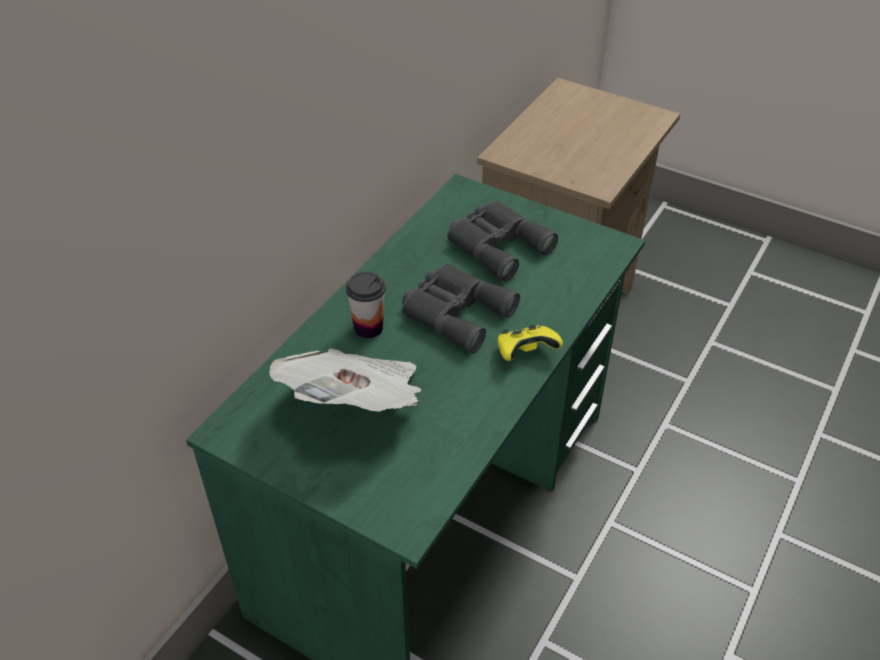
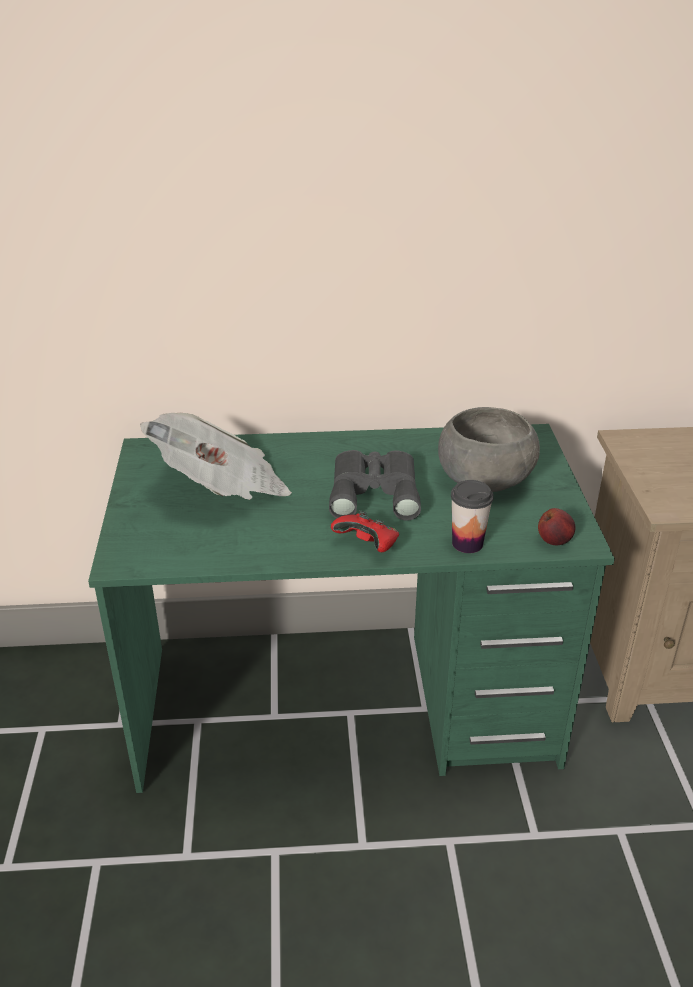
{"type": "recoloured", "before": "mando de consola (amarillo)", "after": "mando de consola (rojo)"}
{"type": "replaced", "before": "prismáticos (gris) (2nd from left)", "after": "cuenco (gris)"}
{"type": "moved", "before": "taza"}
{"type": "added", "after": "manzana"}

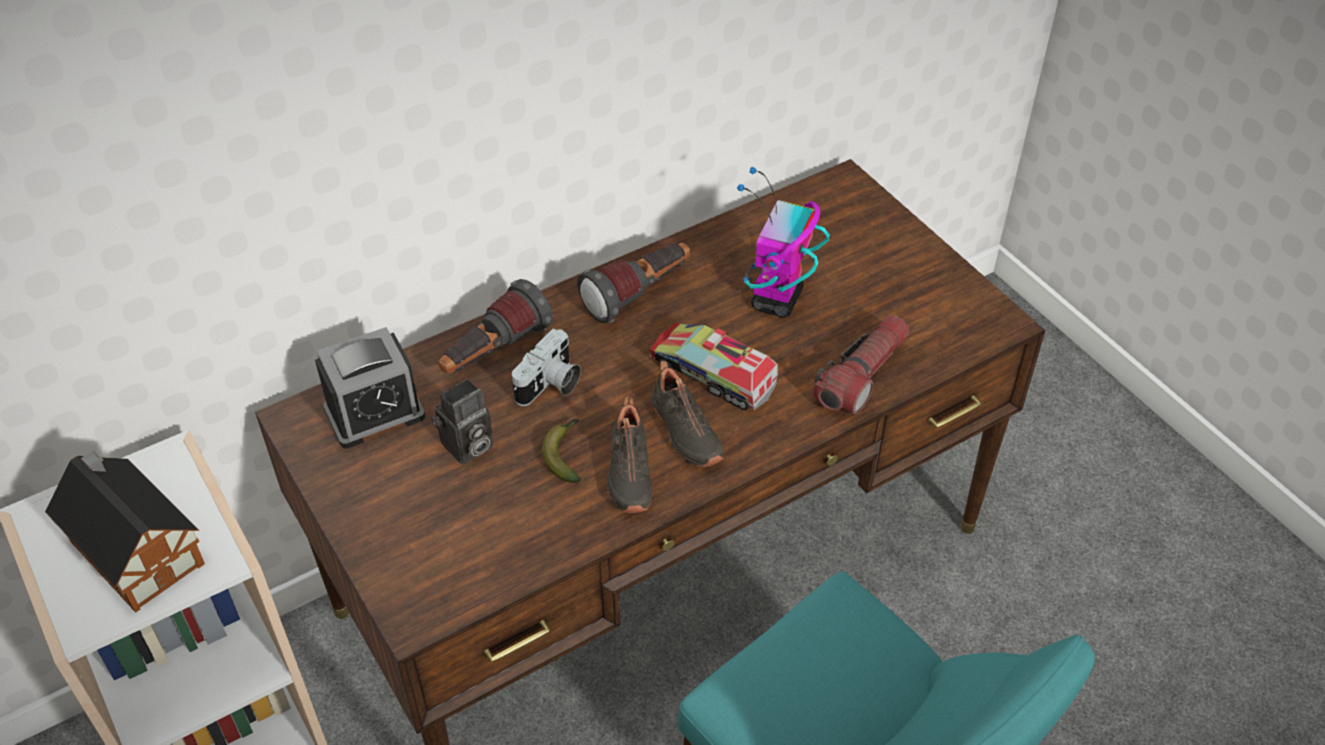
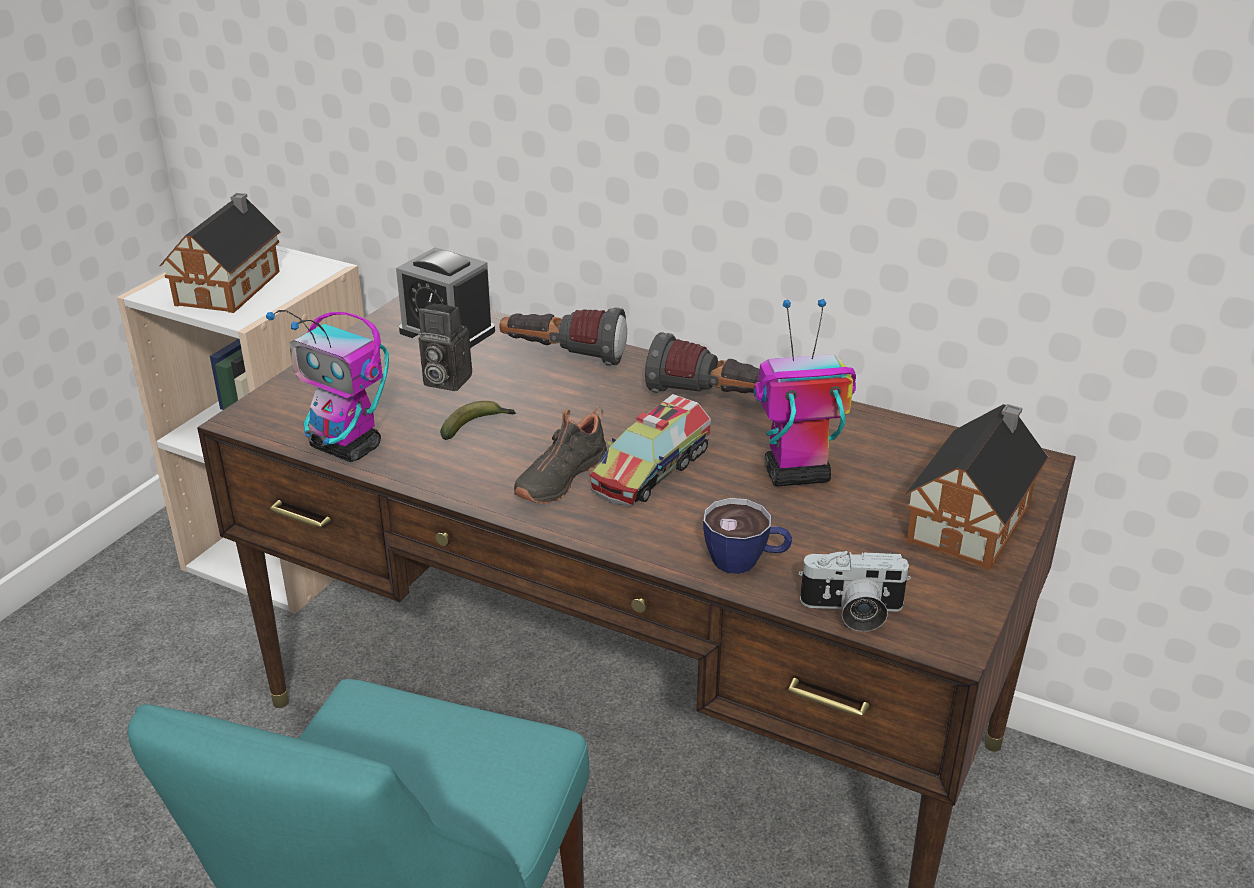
{"type": "added", "after": "robot de juguete (1st from left)"}
{"type": "turned", "before": "camión de juguete", "turn": -150}
{"type": "replaced", "before": "linterna (3rd from left)", "after": "taza"}
{"type": "moved", "before": "cámara (2nd from left)"}
{"type": "added", "after": "casita (2nd from left)"}
{"type": "removed", "before": "zapato (negro) (1st from left)"}

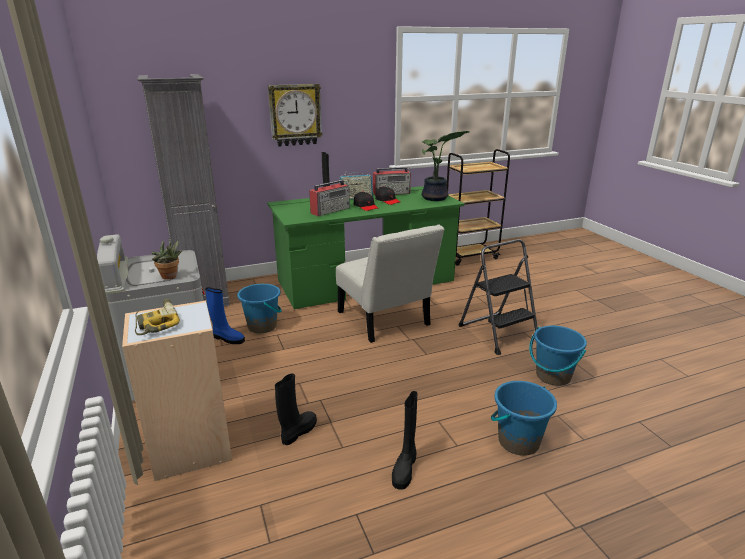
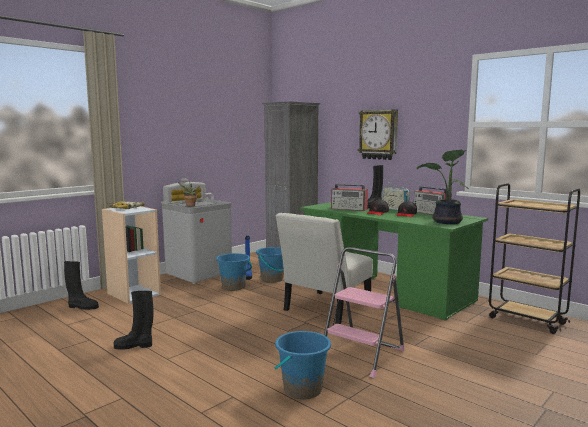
{"type": "moved", "before": "bota (negro) (1st from left)"}
{"type": "moved", "before": "cubo (azul) (2nd from left in the first image)", "after": "cubo (azul) (1st from left)"}
{"type": "recoloured", "before": "escalera de tijera (negro)", "after": "escalera de tijera (rosa)"}

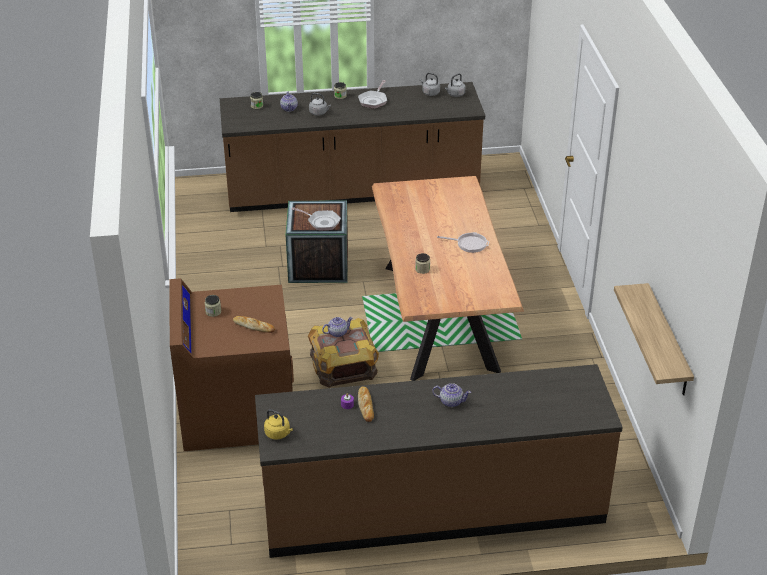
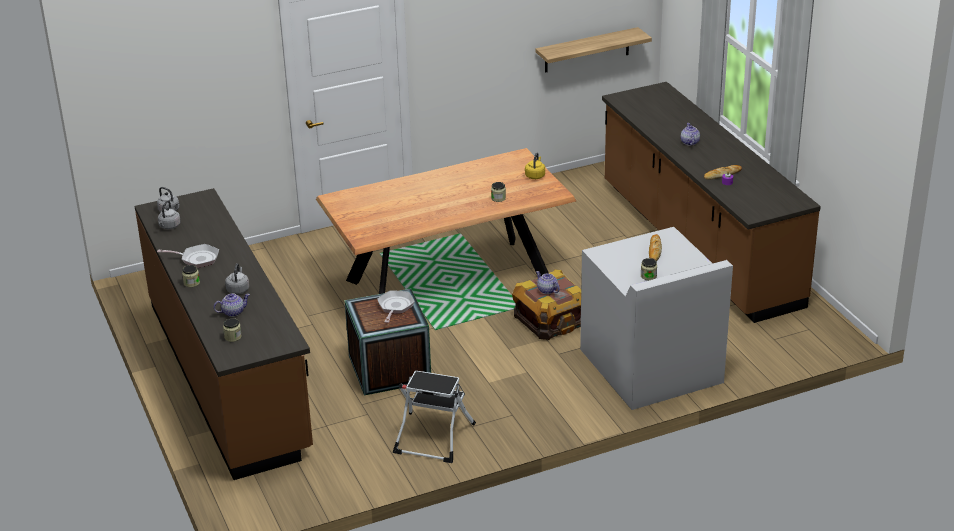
{"type": "added", "after": "escalera de tijera"}
{"type": "moved", "before": "hervidor (amarillo)"}
{"type": "recoloured", "before": "lavadora (marrón)", "after": "lavadora (blanco)"}
{"type": "removed", "before": "sartén (3rd from left)"}

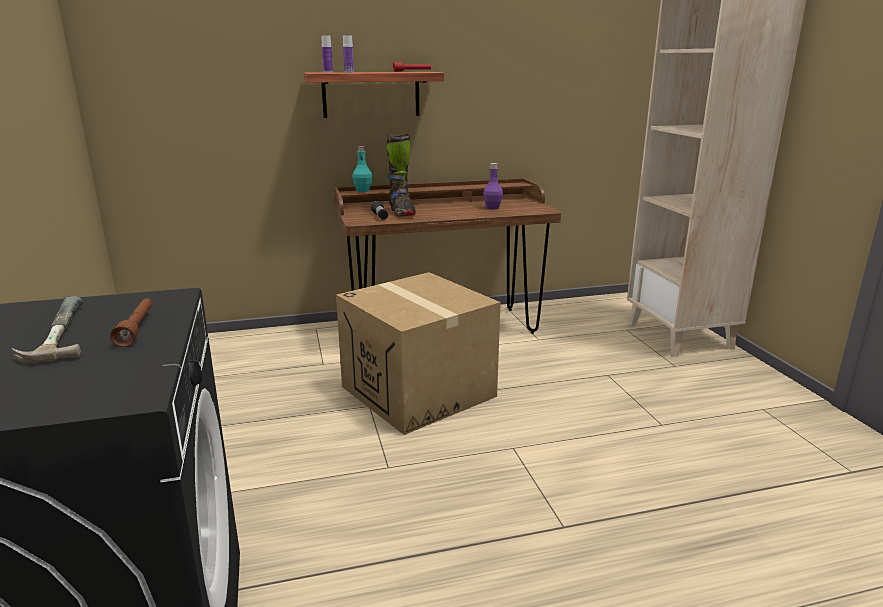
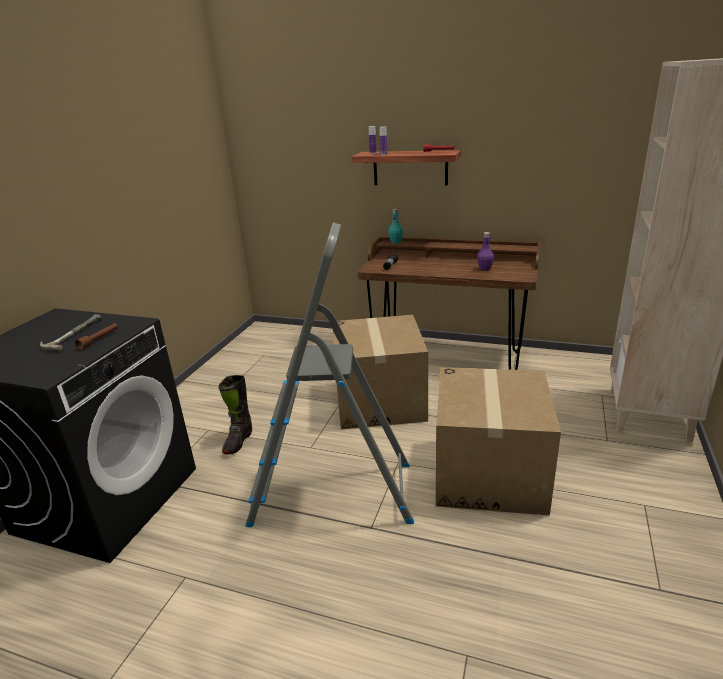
{"type": "moved", "before": "bota (negro)"}
{"type": "added", "after": "escalera de tijera (gris)"}
{"type": "added", "after": "caja de cartón (2nd from left)"}

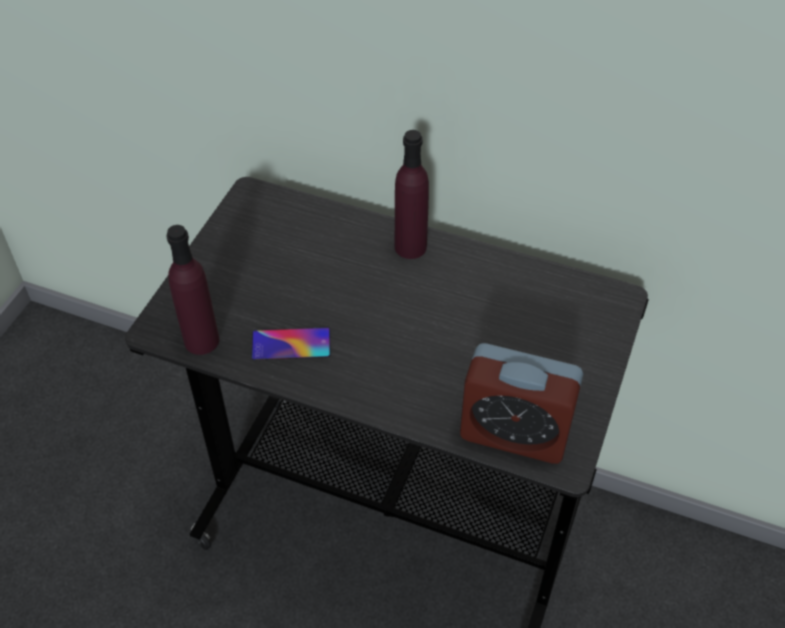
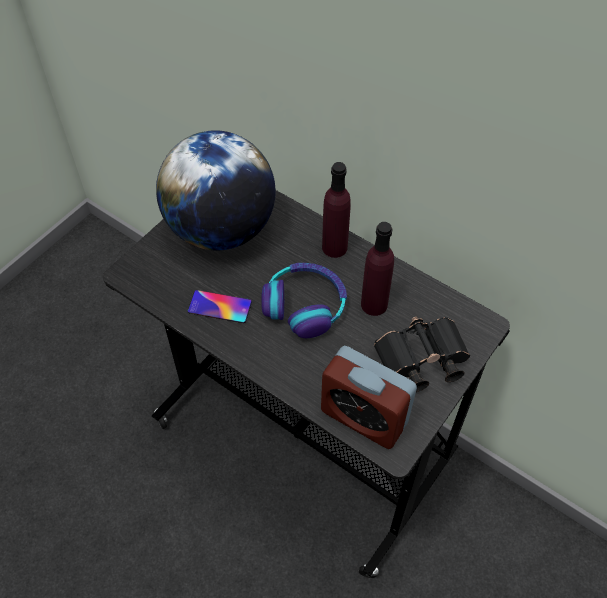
{"type": "added", "after": "globo terráqueo"}
{"type": "added", "after": "auriculares"}
{"type": "moved", "before": "botella (morado) (1st from left in the first image)", "after": "botella (morado) (2nd from left)"}
{"type": "added", "after": "prismáticos (negro)"}

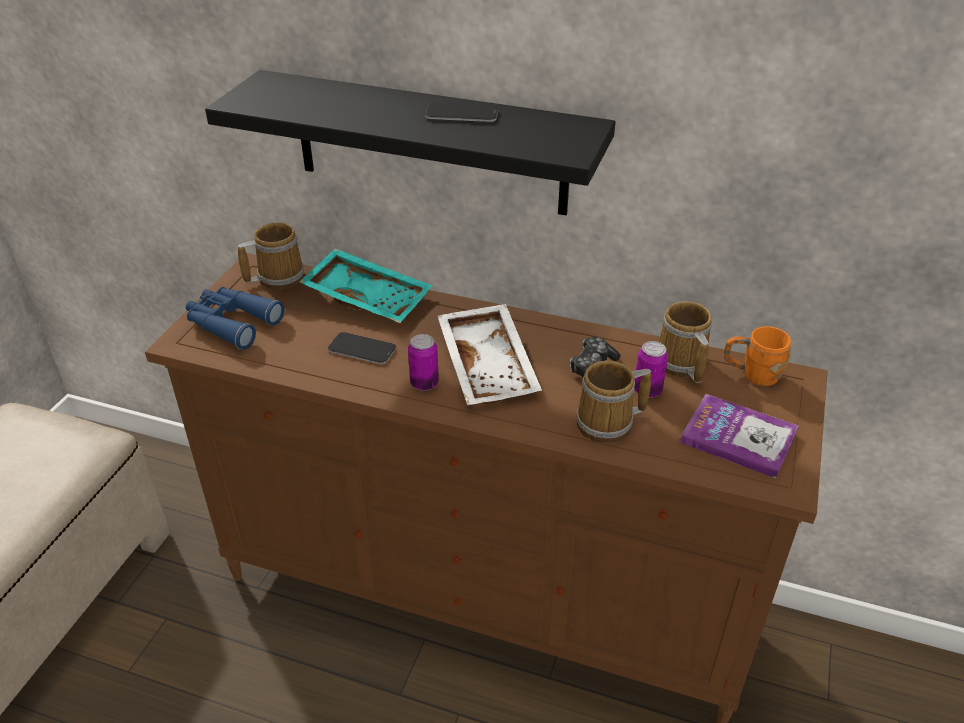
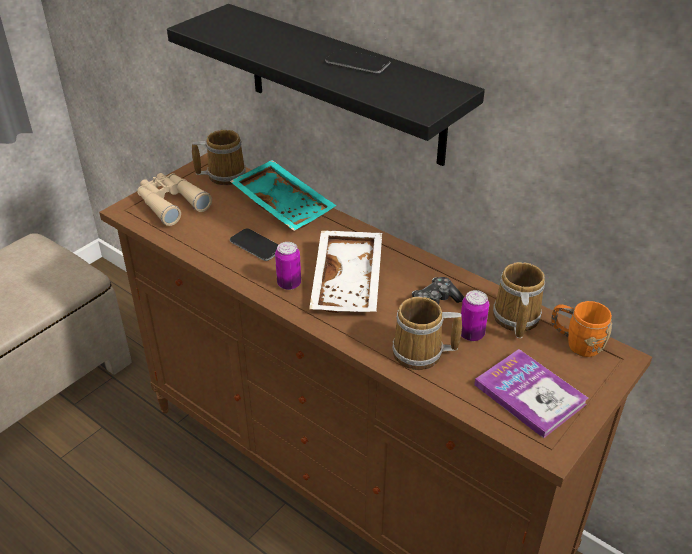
{"type": "recoloured", "before": "prismáticos (azul)", "after": "prismáticos (beis)"}

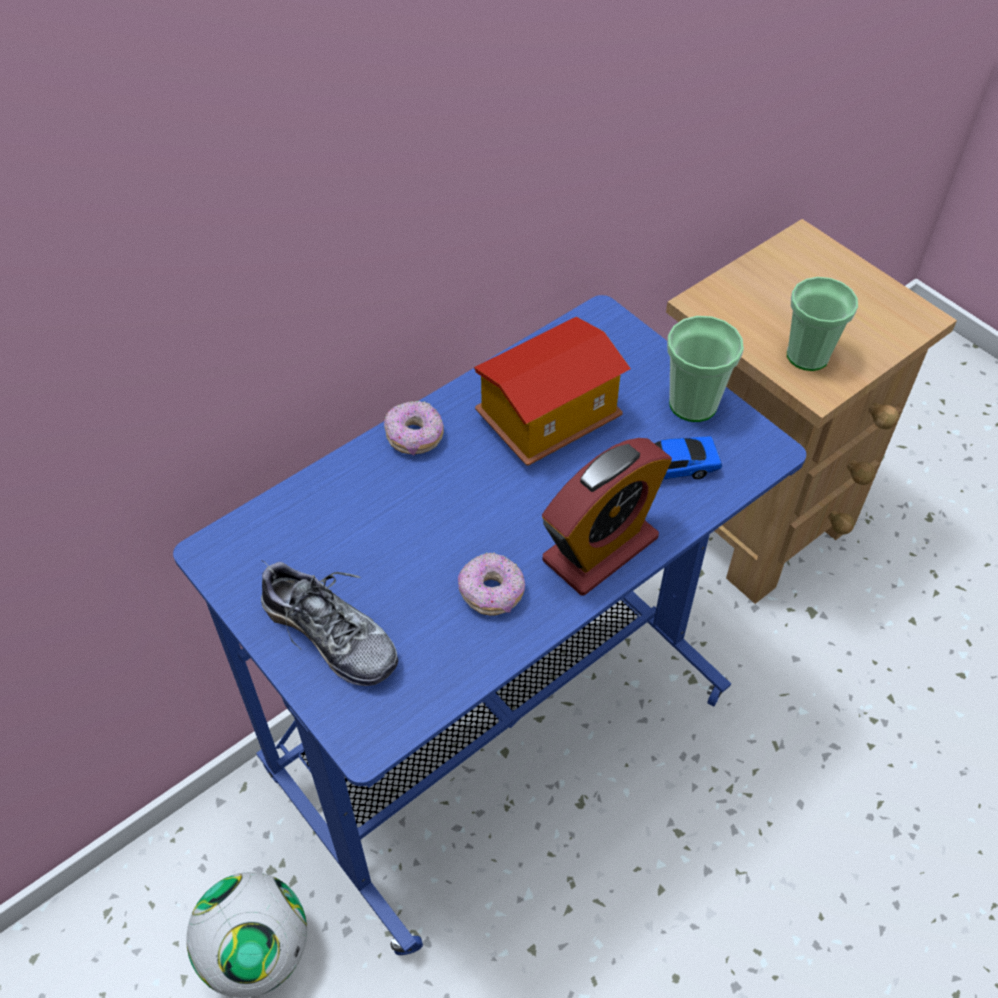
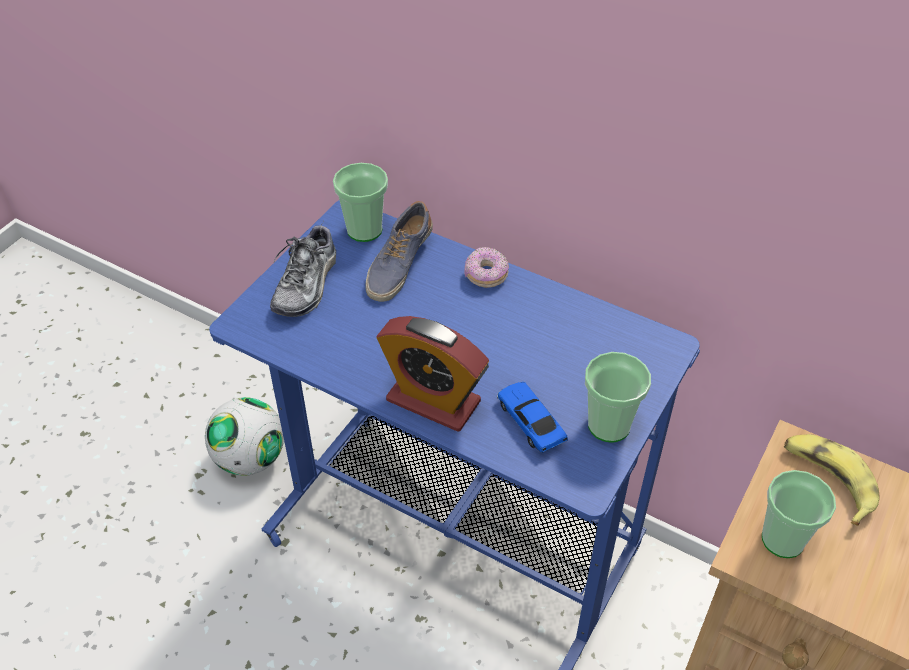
{"type": "added", "after": "taza (1st from left)"}
{"type": "added", "after": "zapato (2nd from left)"}
{"type": "added", "after": "plátano"}
{"type": "removed", "before": "rosquilla (2nd from left)"}
{"type": "removed", "before": "casita"}

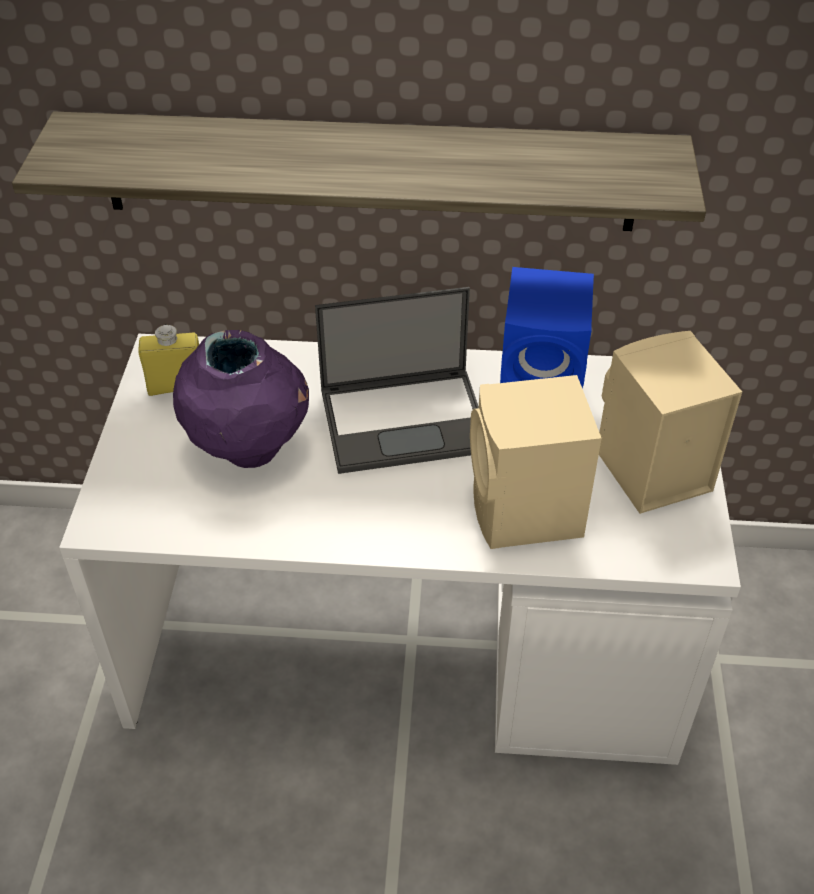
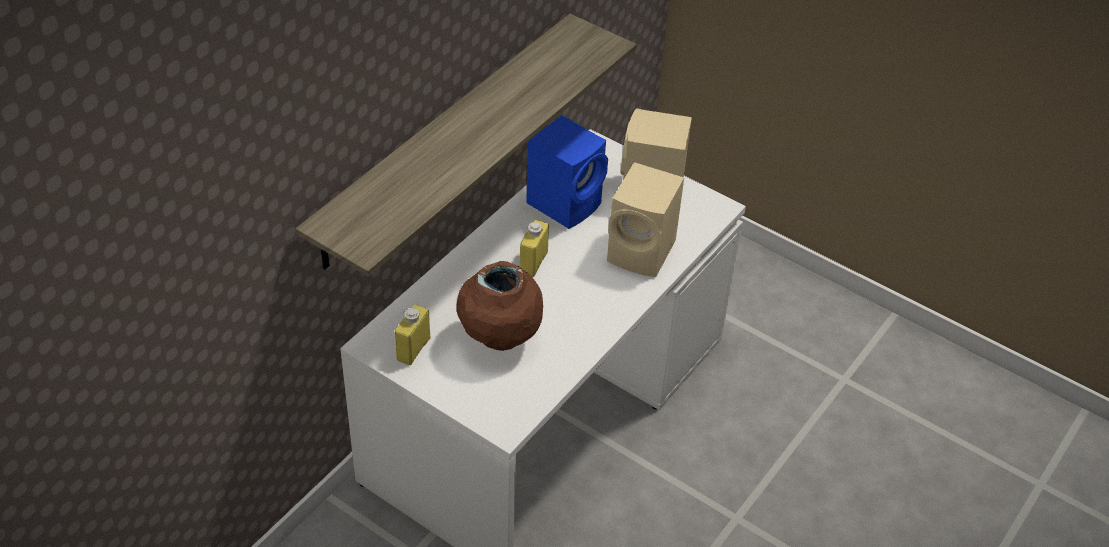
{"type": "recoloured", "before": "florero (morado)", "after": "florero (marrón)"}
{"type": "replaced", "before": "portátil", "after": "botella (amarillo) (2nd from left)"}

